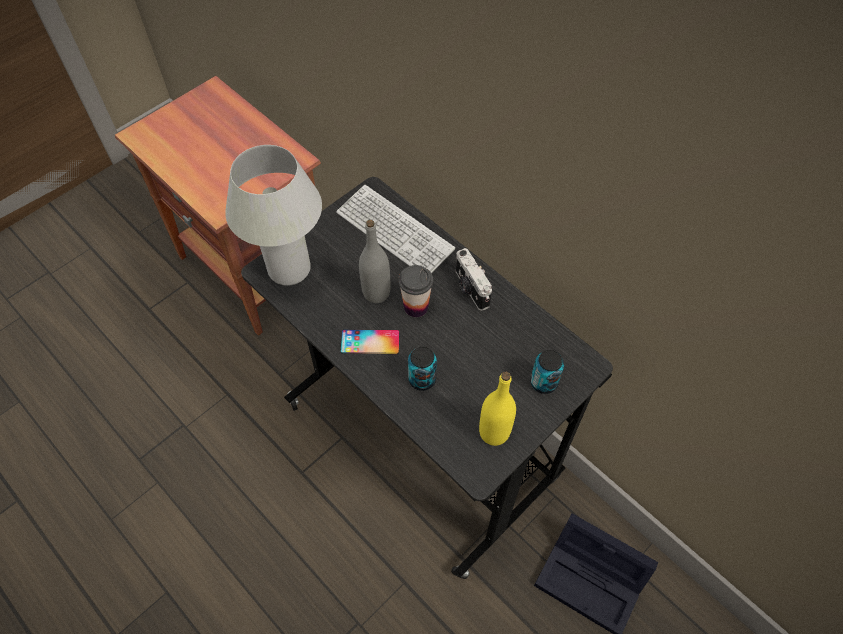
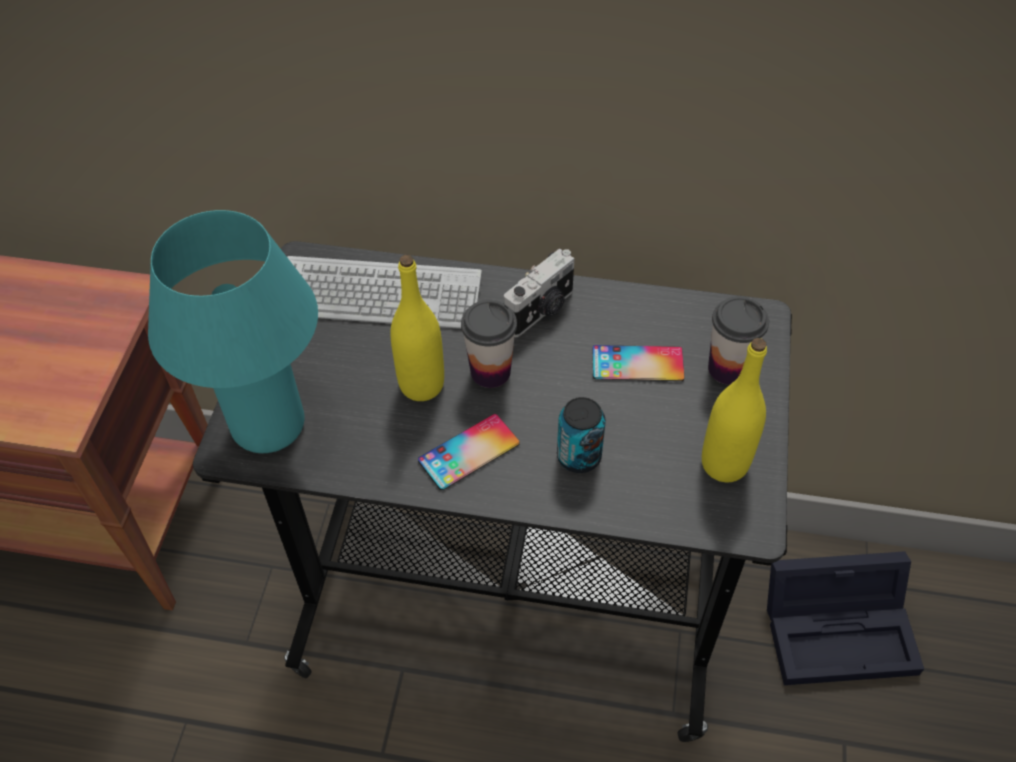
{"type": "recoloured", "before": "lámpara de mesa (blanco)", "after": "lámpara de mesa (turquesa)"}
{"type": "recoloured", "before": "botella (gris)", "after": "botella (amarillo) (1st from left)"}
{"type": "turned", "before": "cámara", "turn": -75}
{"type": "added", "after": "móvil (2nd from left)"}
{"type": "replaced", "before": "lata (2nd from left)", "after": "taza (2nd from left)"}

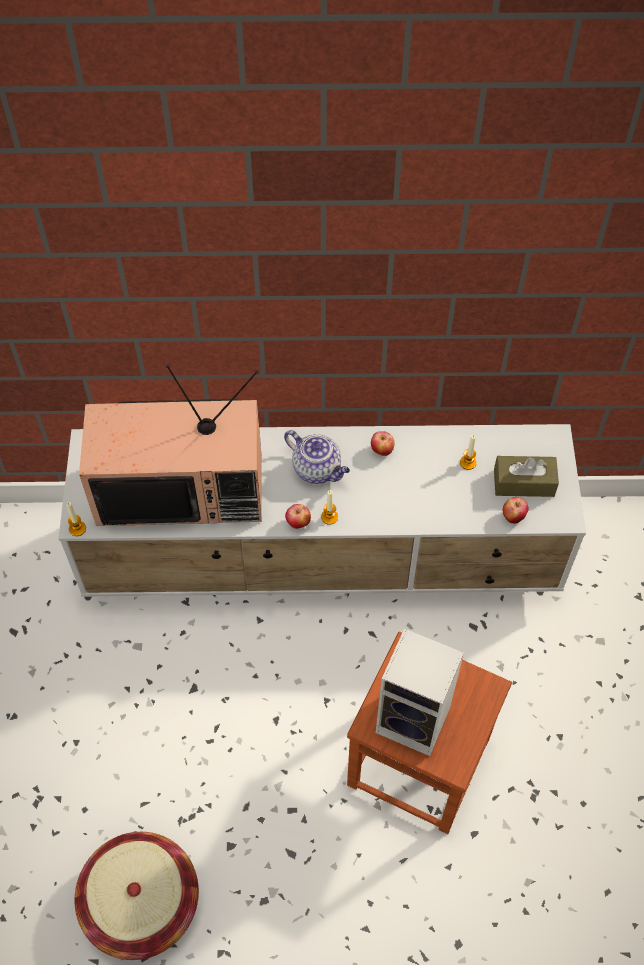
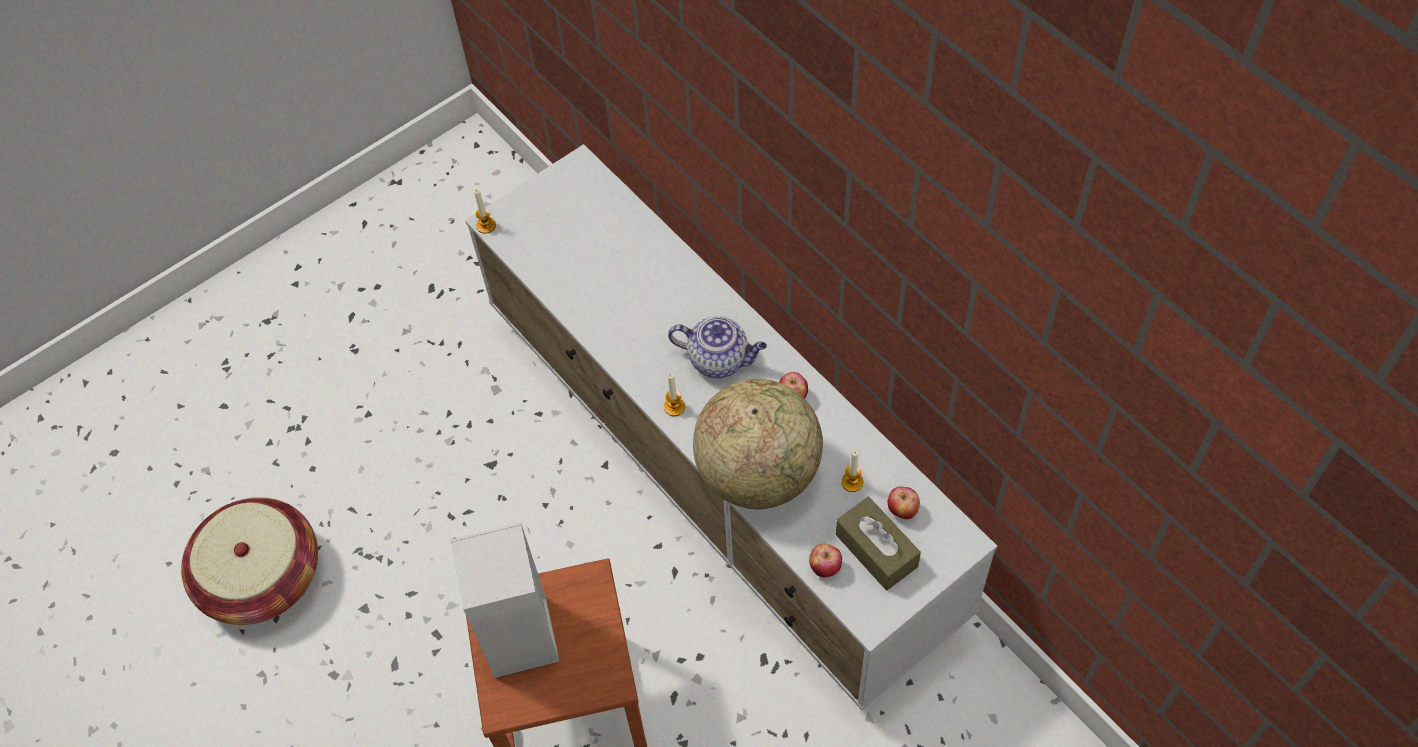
{"type": "turned", "before": "tetera", "turn": -75}
{"type": "added", "after": "globo terráqueo"}
{"type": "moved", "before": "manzana (1st from left in the first image)", "after": "manzana (3rd from left)"}
{"type": "removed", "before": "televisor"}

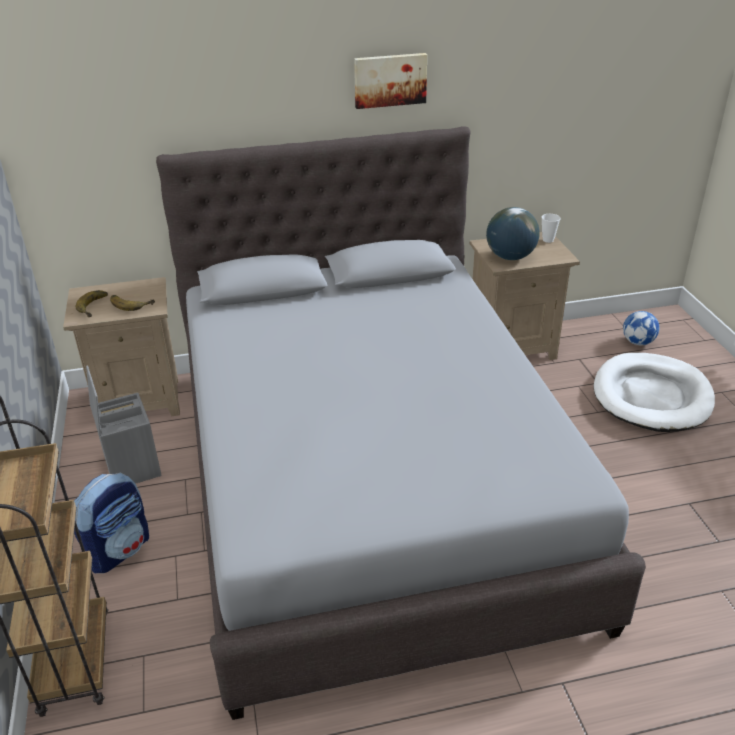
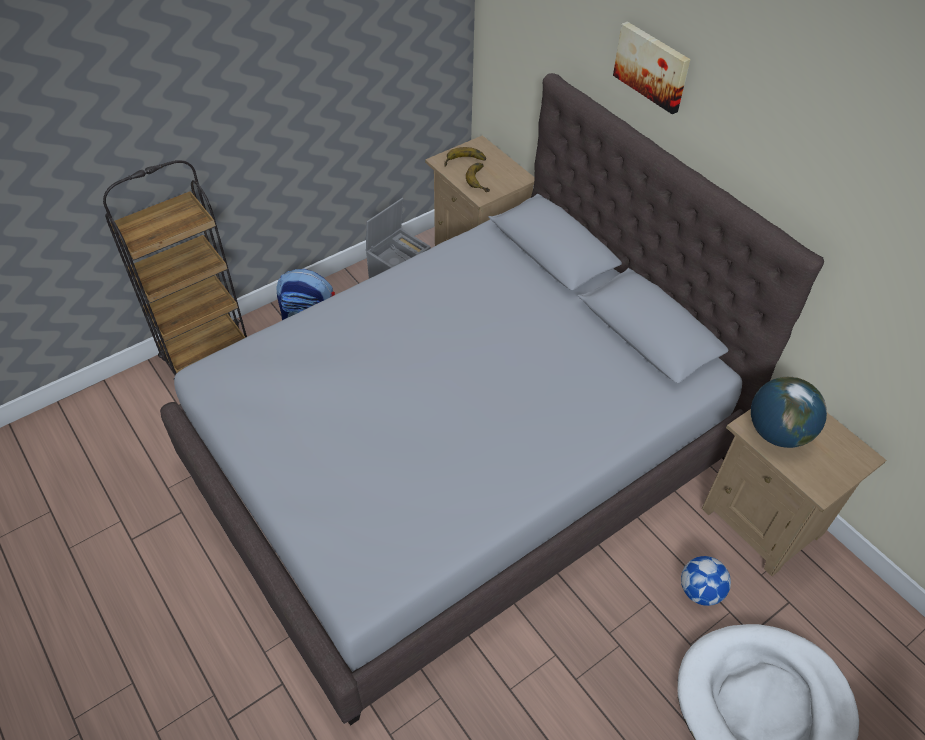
{"type": "moved", "before": "cuadro"}
{"type": "moved", "before": "balón de fútbol"}
{"type": "removed", "before": "taza"}

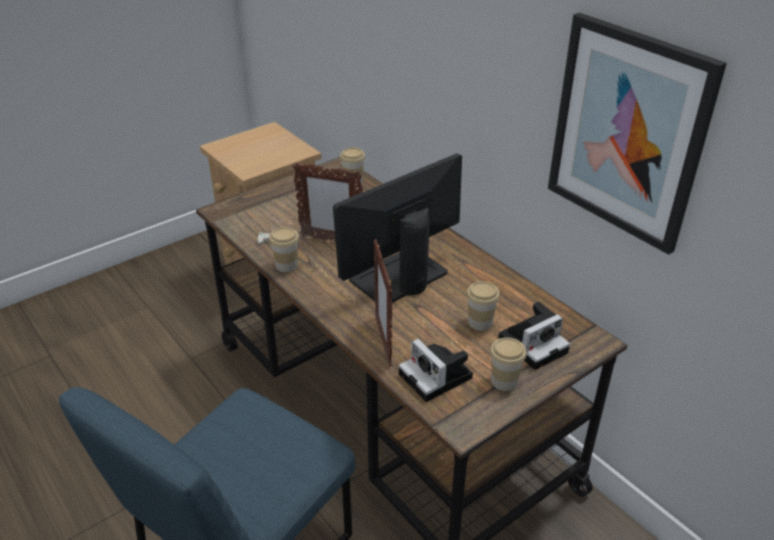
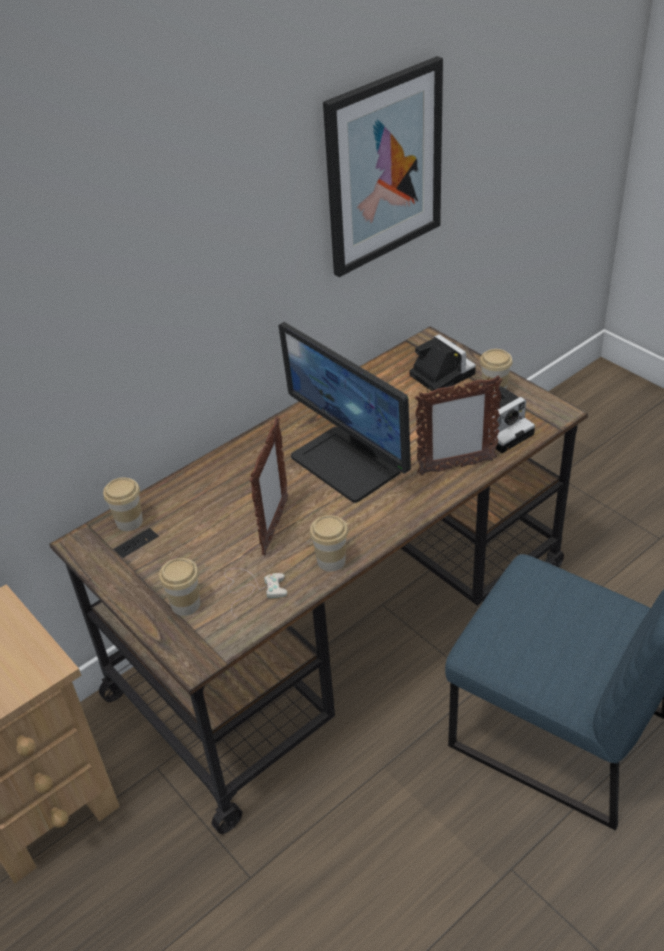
{"type": "moved", "before": "taza (3rd from left in the first image)", "after": "taza (2nd from left)"}

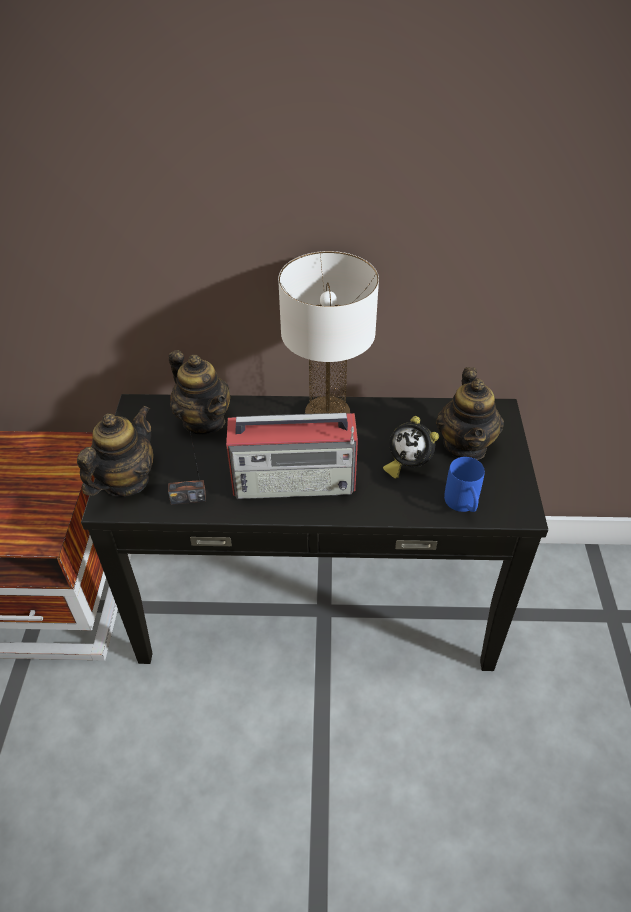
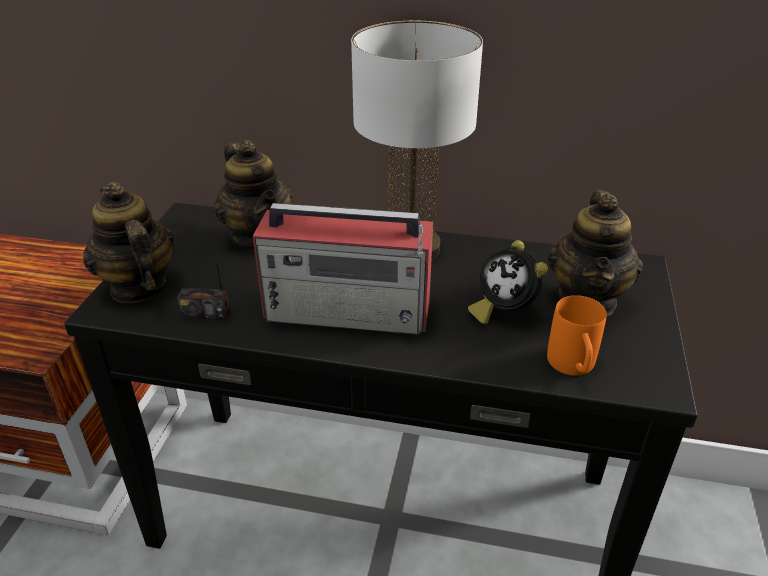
{"type": "turned", "before": "tetera (1st from left)", "turn": -75}
{"type": "recoloured", "before": "taza grande (azul)", "after": "taza grande (naranja)"}

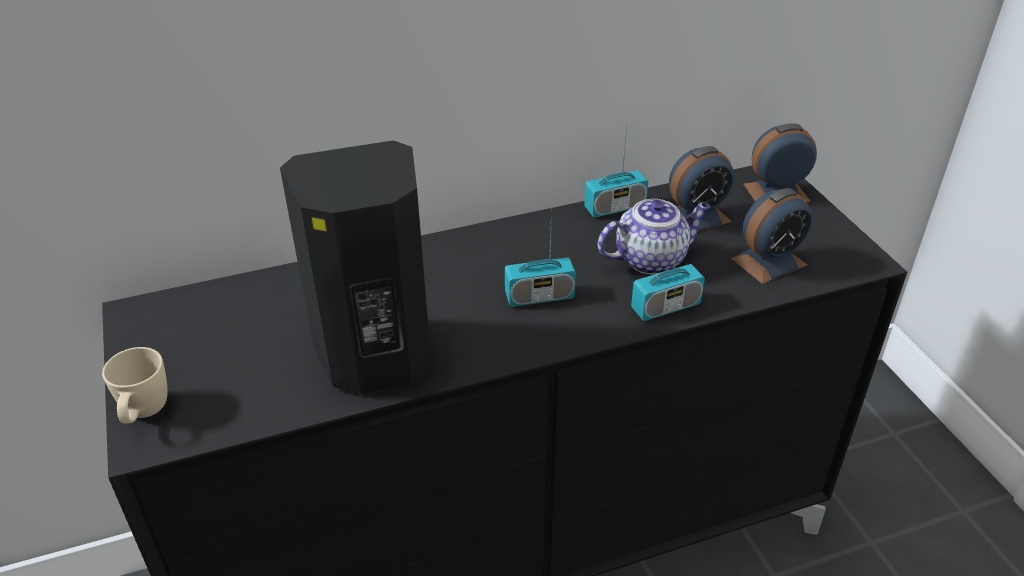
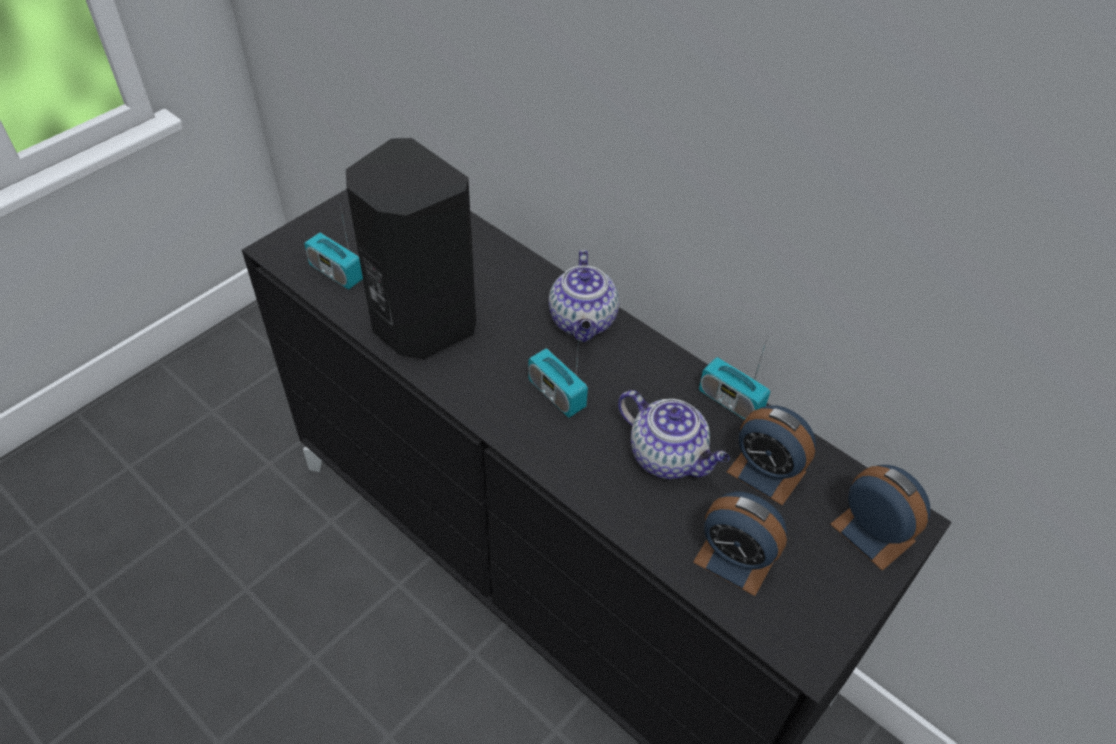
{"type": "moved", "before": "radio (3rd from left in the first image)", "after": "radio (1st from left)"}
{"type": "added", "after": "tetera (1st from left)"}
{"type": "removed", "before": "taza grande (beis)"}

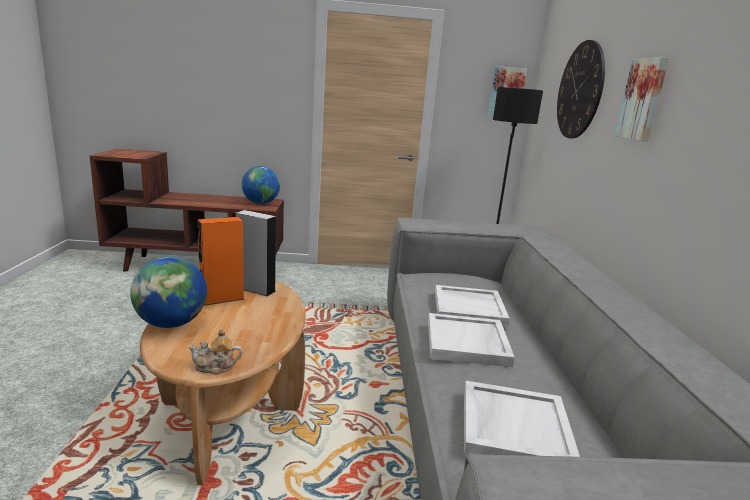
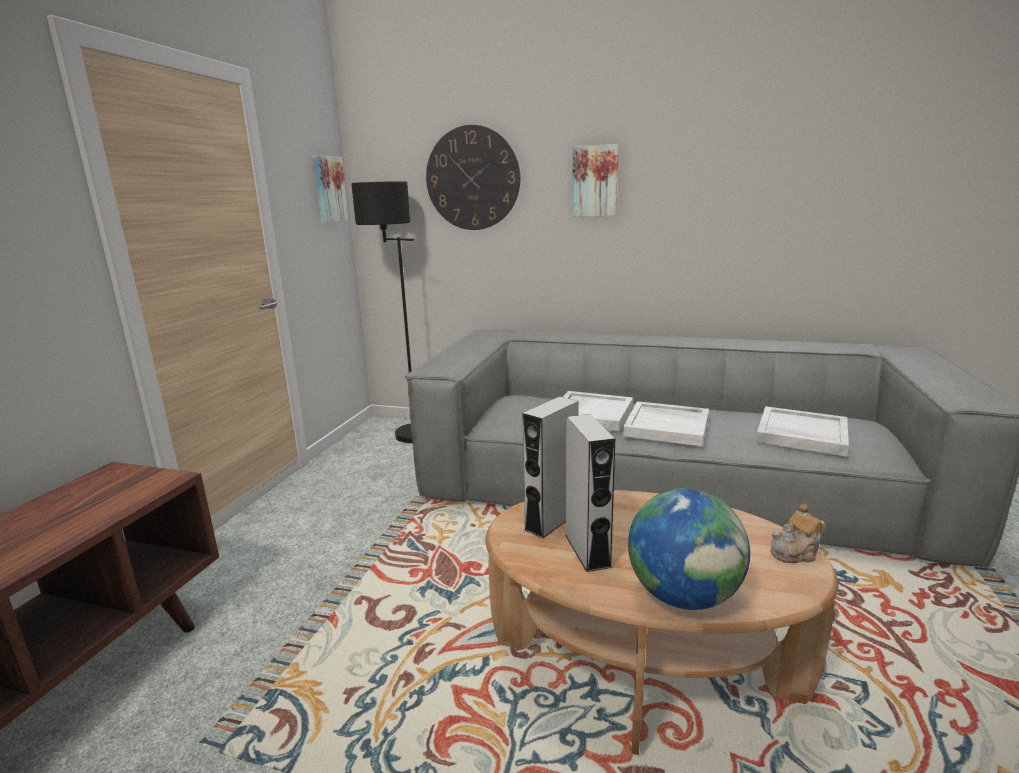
{"type": "recoloured", "before": "altavoz (naranja)", "after": "altavoz (gris) (2nd from left)"}
{"type": "turned", "before": "tetera", "turn": 60}
{"type": "removed", "before": "globo terráqueo (2nd from left)"}

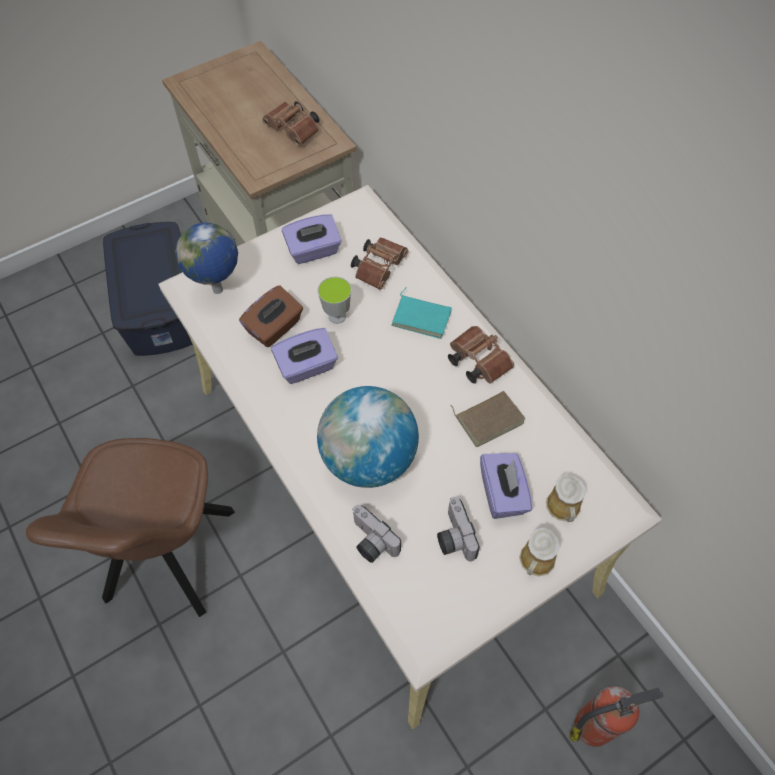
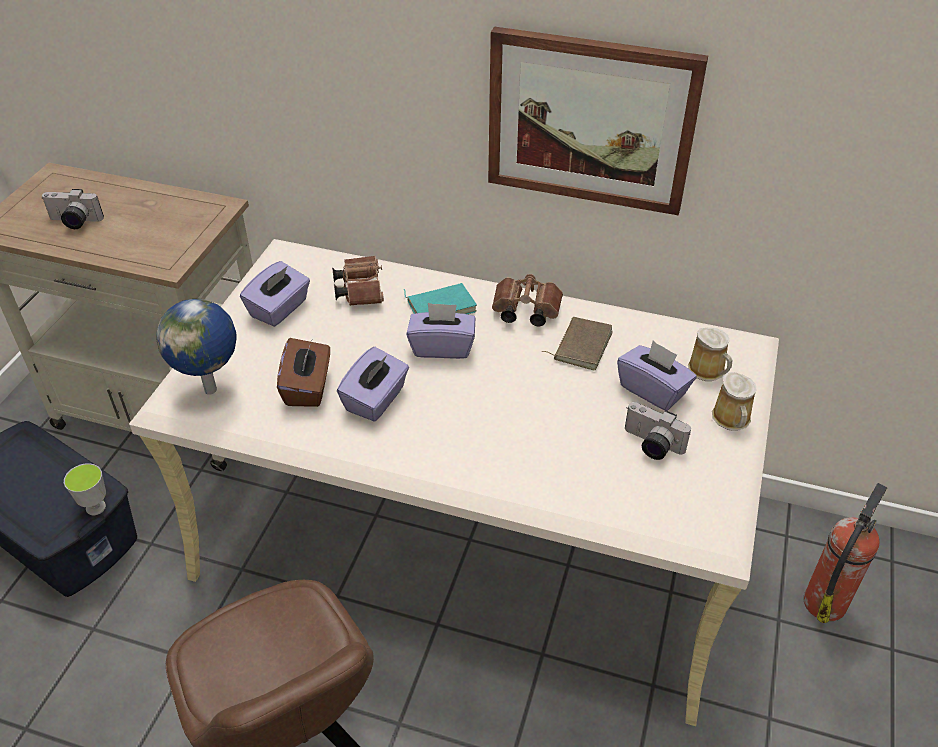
{"type": "moved", "before": "cámara (1st from left)"}
{"type": "moved", "before": "taza"}
{"type": "added", "after": "caja de pañuelos (morado) (3rd from left)"}
{"type": "added", "after": "cuadro"}
{"type": "removed", "before": "prismáticos (marrón) (1st from left)"}
{"type": "removed", "before": "globo terráqueo (2nd from left)"}

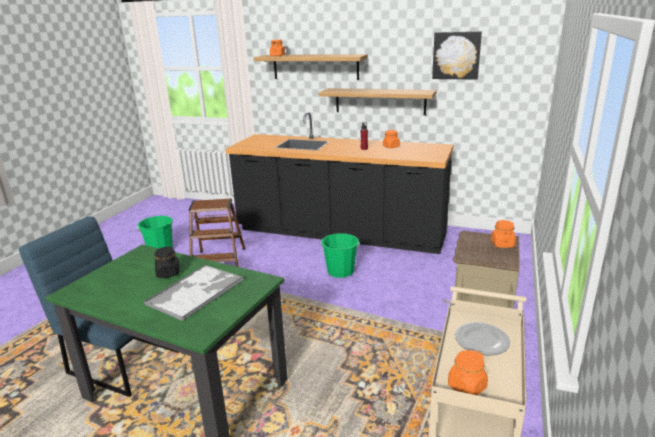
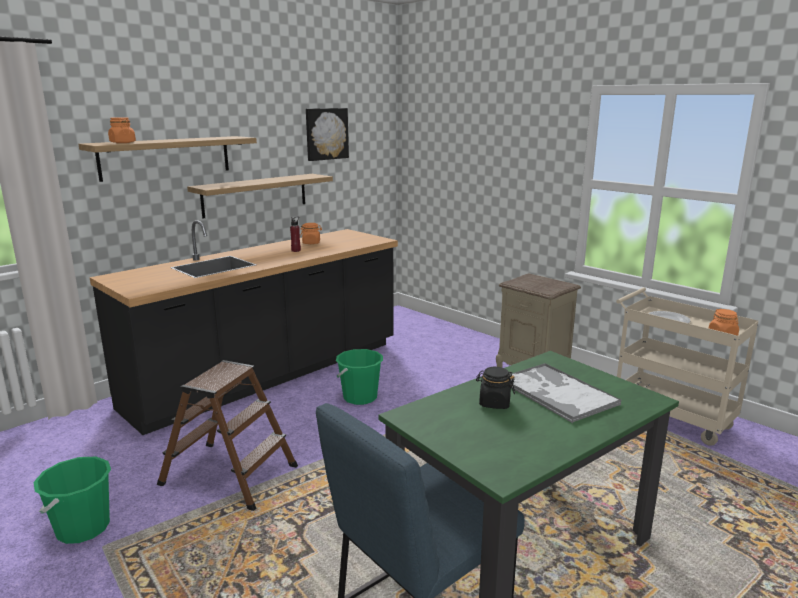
{"type": "removed", "before": "tarro (naranja) (4th from left)"}

